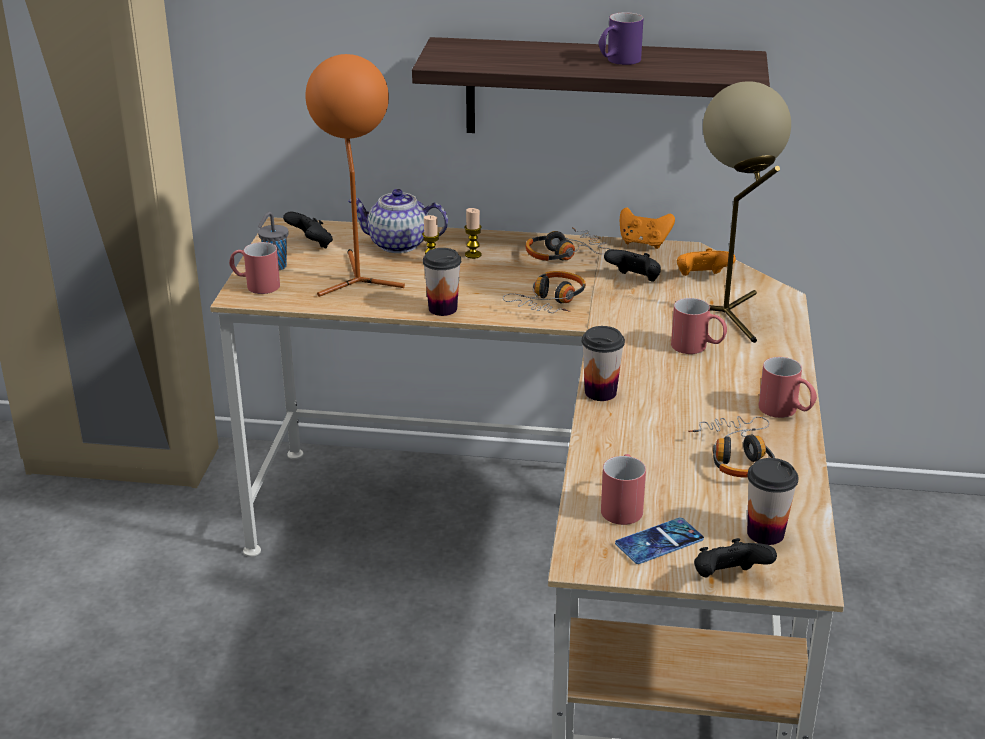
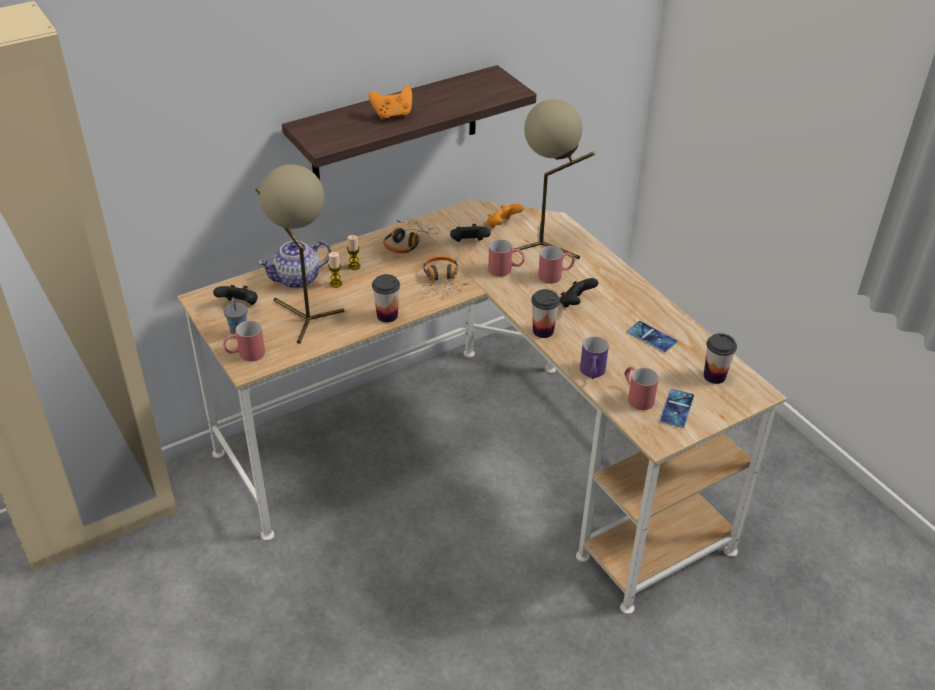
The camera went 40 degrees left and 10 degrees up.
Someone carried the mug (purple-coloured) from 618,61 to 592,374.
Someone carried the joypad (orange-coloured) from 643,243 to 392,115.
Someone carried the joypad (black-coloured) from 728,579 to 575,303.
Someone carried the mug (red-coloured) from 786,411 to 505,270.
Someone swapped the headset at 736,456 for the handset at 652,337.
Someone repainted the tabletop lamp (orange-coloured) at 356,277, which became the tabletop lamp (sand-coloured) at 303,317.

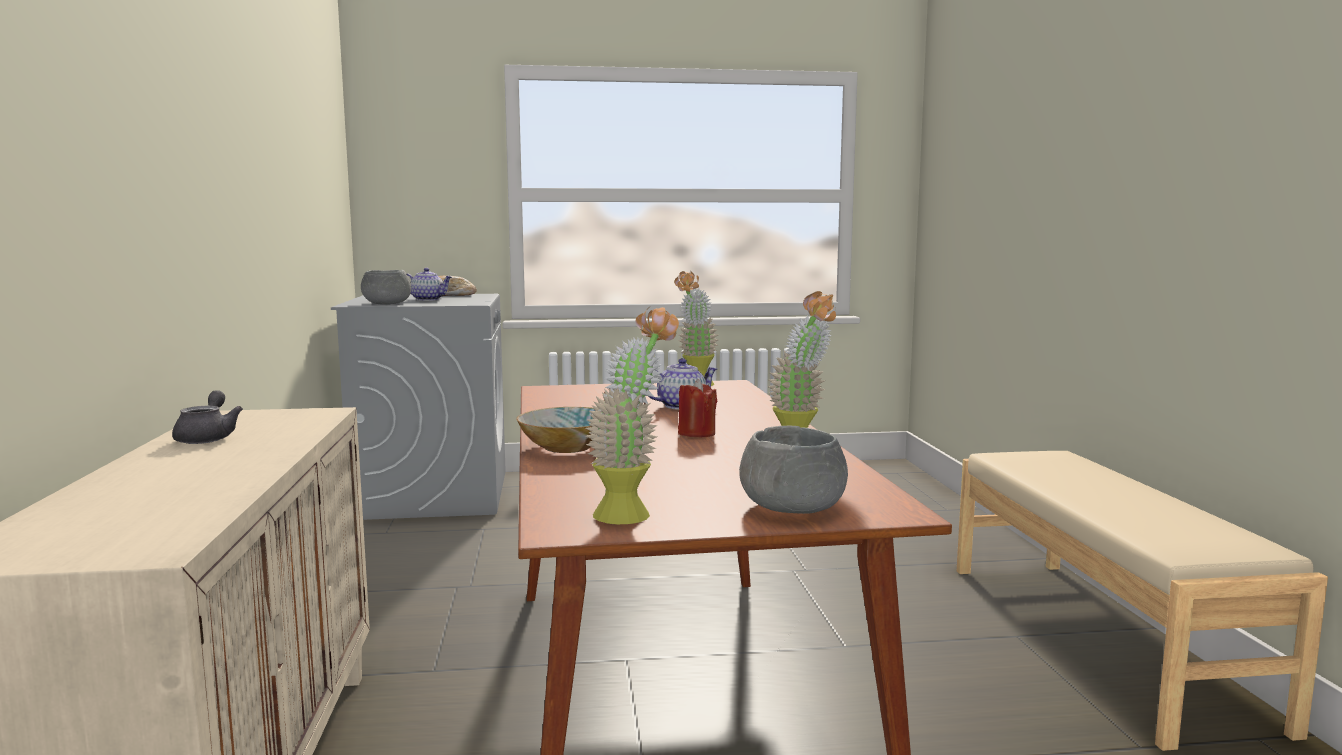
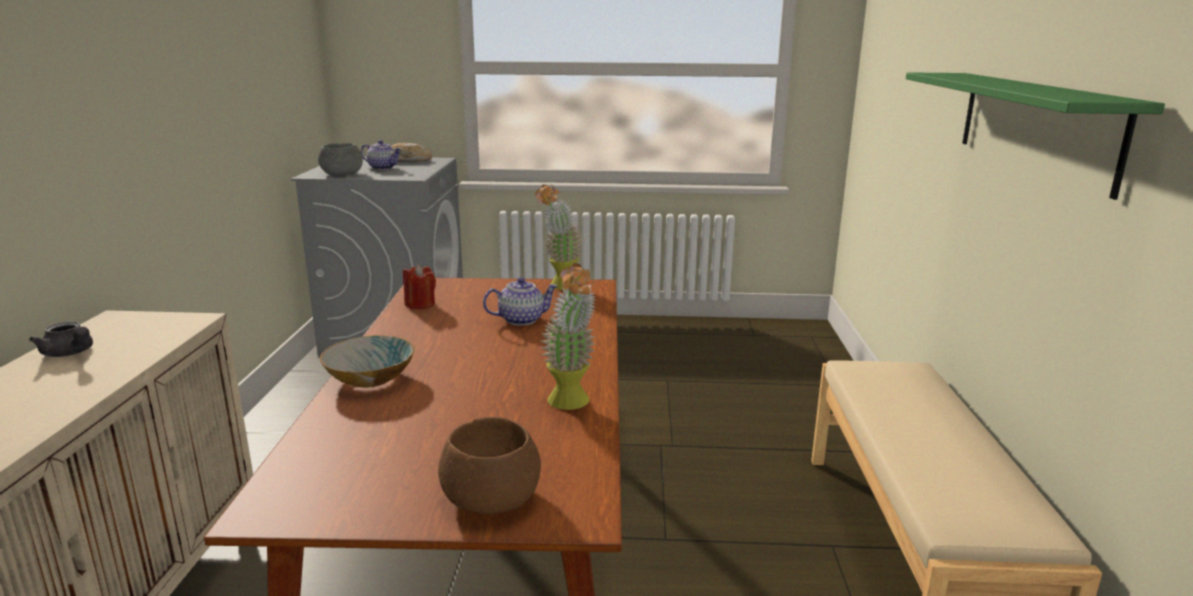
The camera went 10 degrees right and 10 degrees up.
Someone took away the houseplant at 633,512.
Someone put up the wall shelf (greenish) at 1034,126.
Someone carried the candle (red-coloured) from 696,433 to 420,304.
Someone repainted the serving bowl (greyish) at 792,507, which became the serving bowl (brownish) at 491,497.
Someone rotated the teapot (greyish) at 208,437 by 120 degrees clockwise.

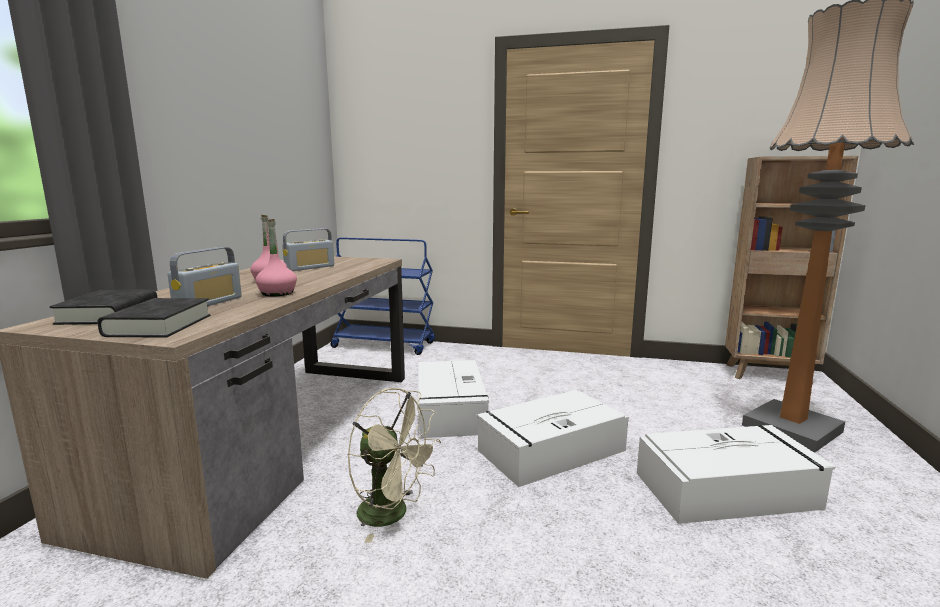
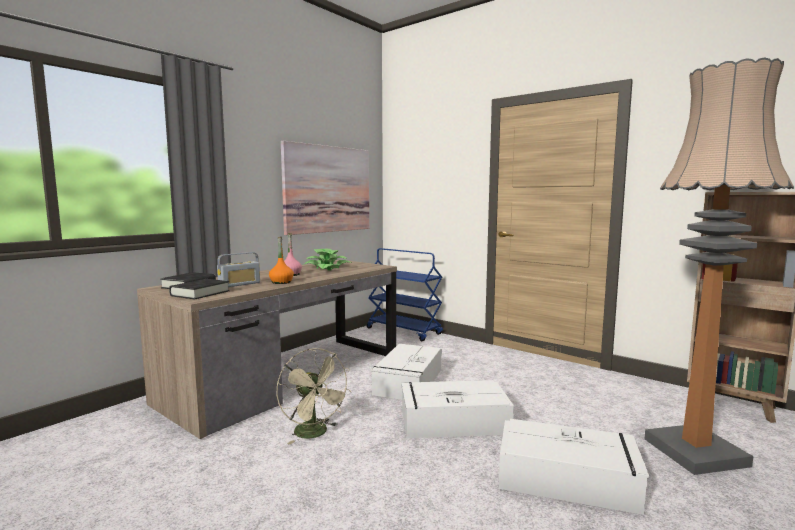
The camera went 25 degrees right and 5 degrees down.
Someone put up the wall art at 328,189.
Someone swapped the radio set at 310,268 for the houseplant at 328,268.
Someone repainted the drink bottle (pink-coloured) at 277,293, which became the drink bottle (orange-coloured) at 281,282.

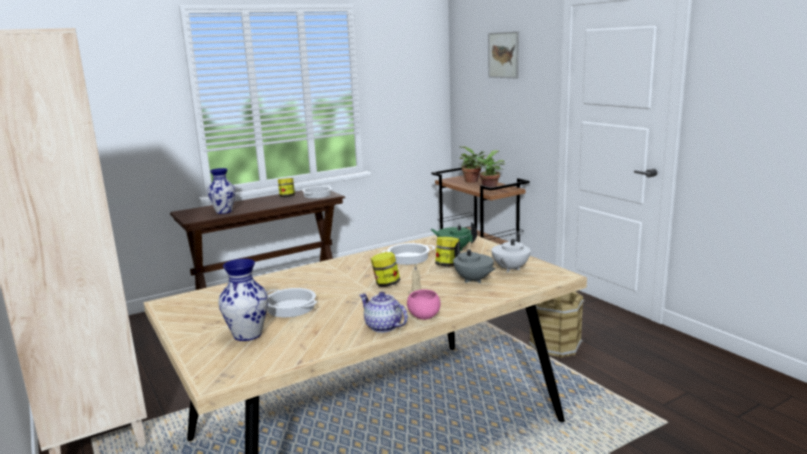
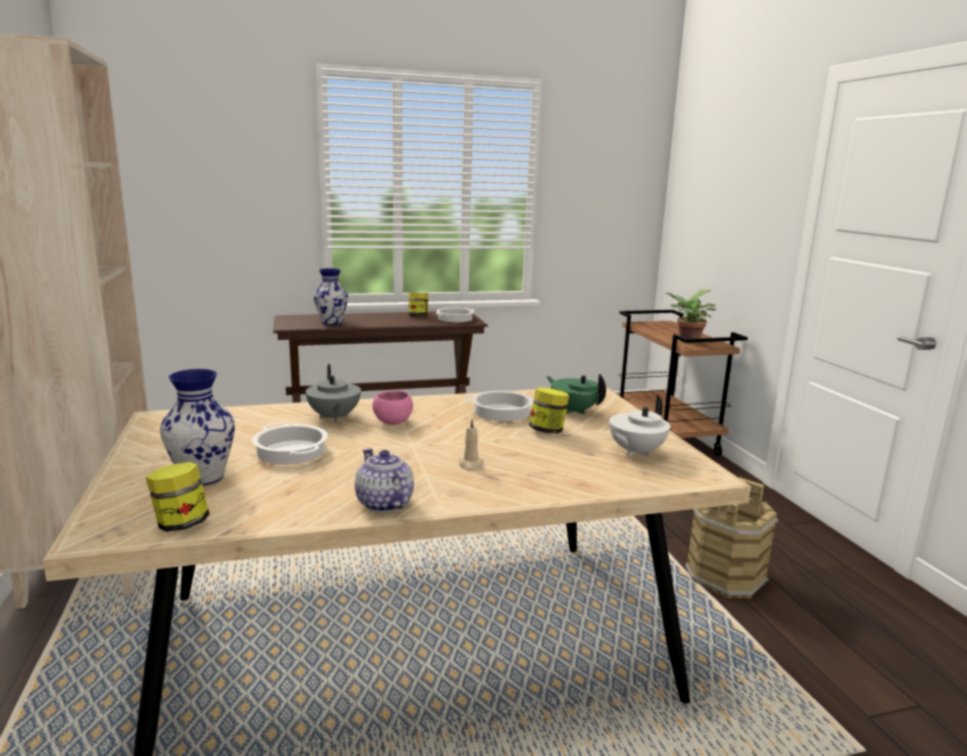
The camera went 15 degrees right and 0 degrees up.
Someone took away the houseplant at 473,181.
Someone took away the wall art at 503,55.
Someone carried the storage jar from 386,284 to 181,524.
Someone carried the serving bowl (pink-coloured) from 424,316 to 393,422.
Someone carried the teapot (greyish) from 473,280 to 333,417.

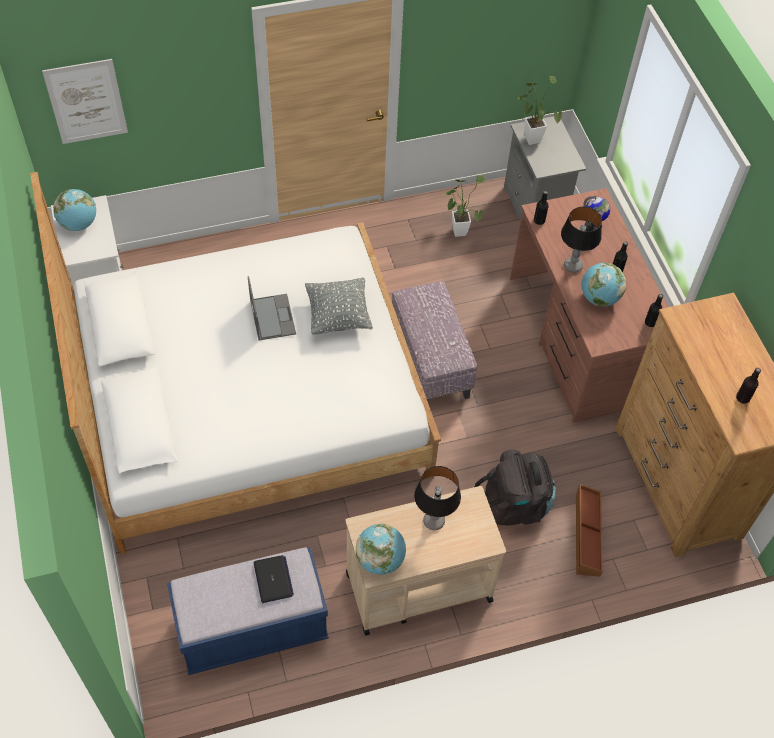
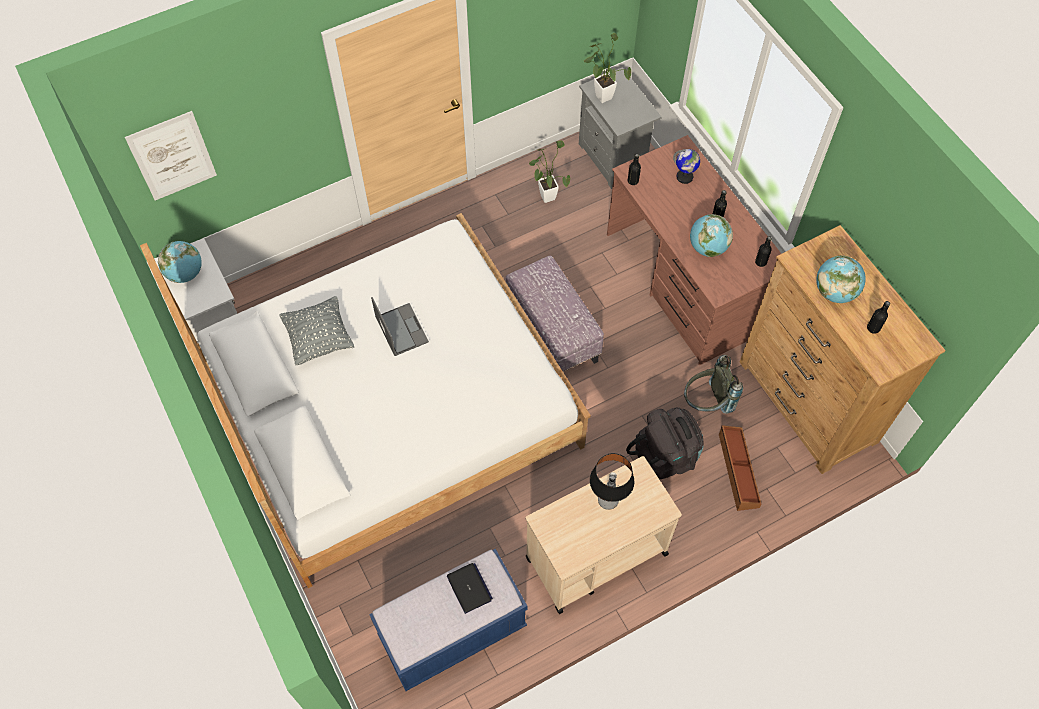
The camera went 10 degrees left and 5 degrees up.
Someone took away the tabletop lamp at 573,266.
Someone put down the knapsack (greyish) at 707,403.
Someone carried the throw pillow (greyish) from 338,316 to 319,339.
Someone carried the globe from 380,559 to 834,292.

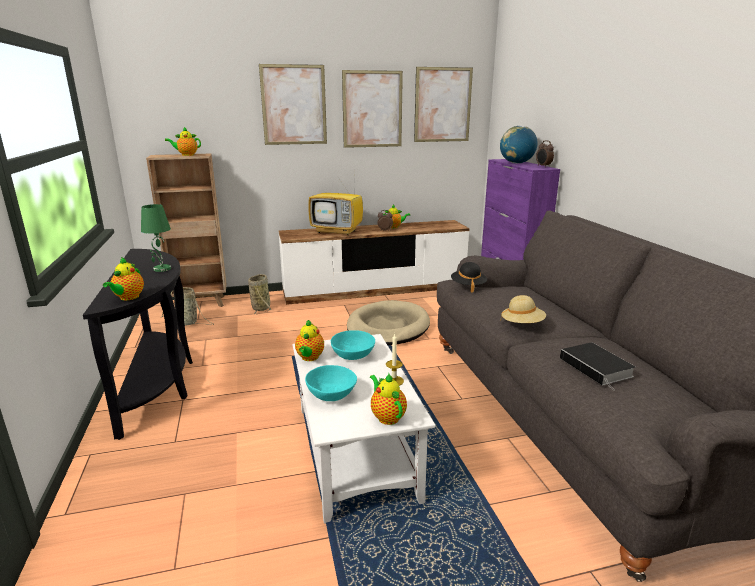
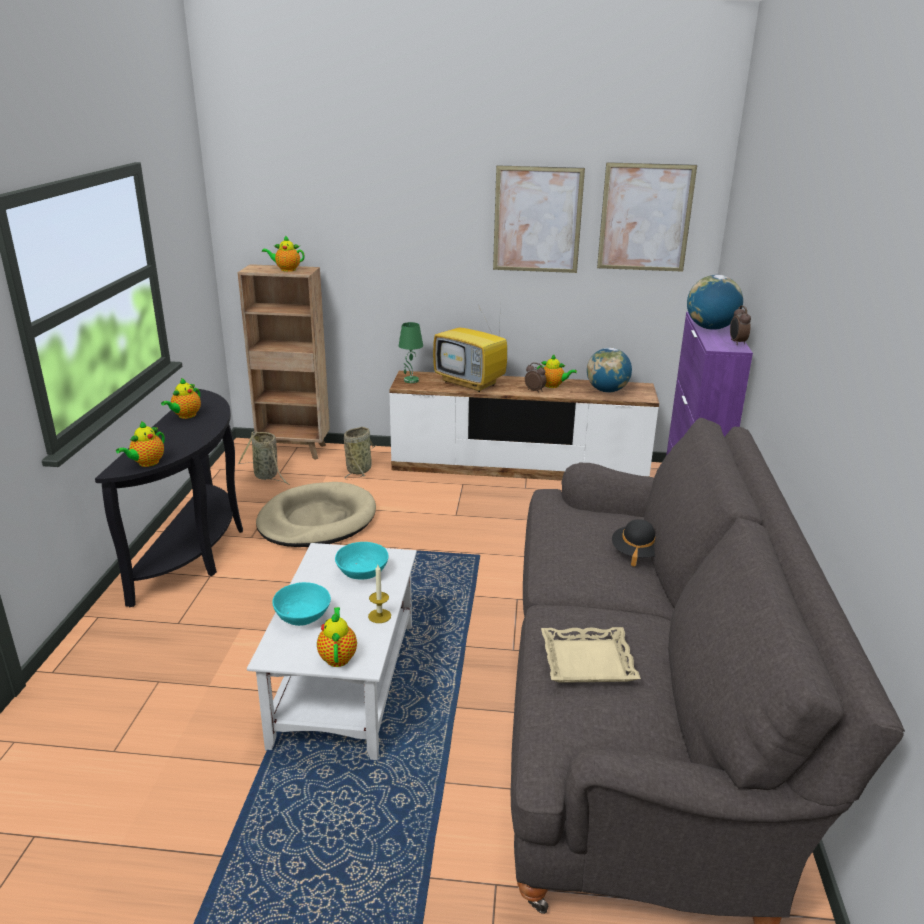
The camera went 20 degrees right and 5 degrees up.
Someone took away the wall art at 294,105.
Someone took away the clothing hat (sand-coloured) at 522,324.
Someone put down the globe at 607,391.
Someone carried the tabletop lamp (greenish) from 162,269 to 411,380.
Someone carried the teapot from 309,358 to 185,416.
Someone carried the pet bed (sand-coloured) from 388,327 to 317,520.
Someone carried the clothing hat (black-coloured) from 468,286 to 636,552.
Someone swapped the bound book at 597,368 for the tray (sand-coloured) at 588,661.

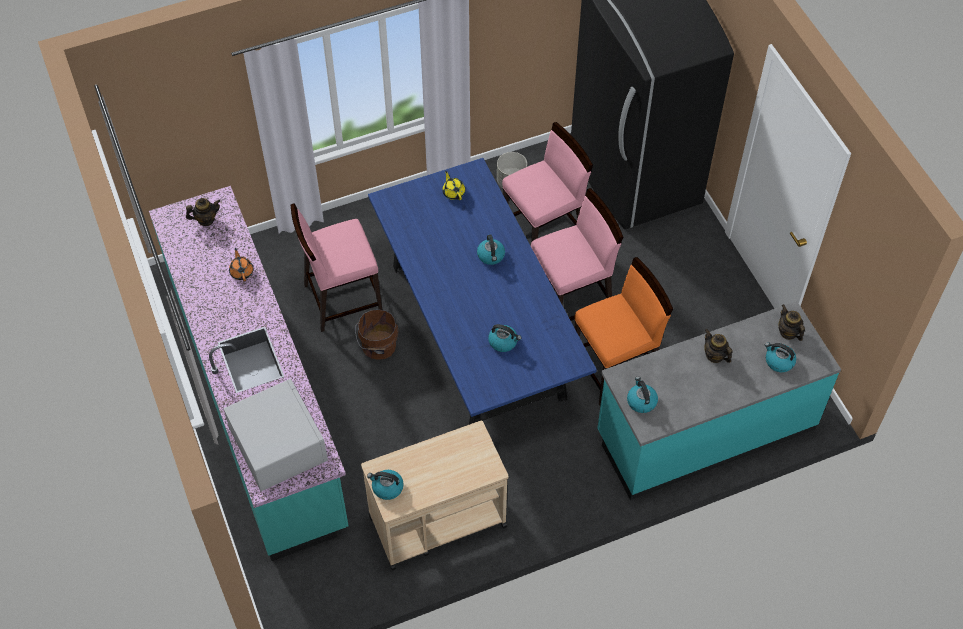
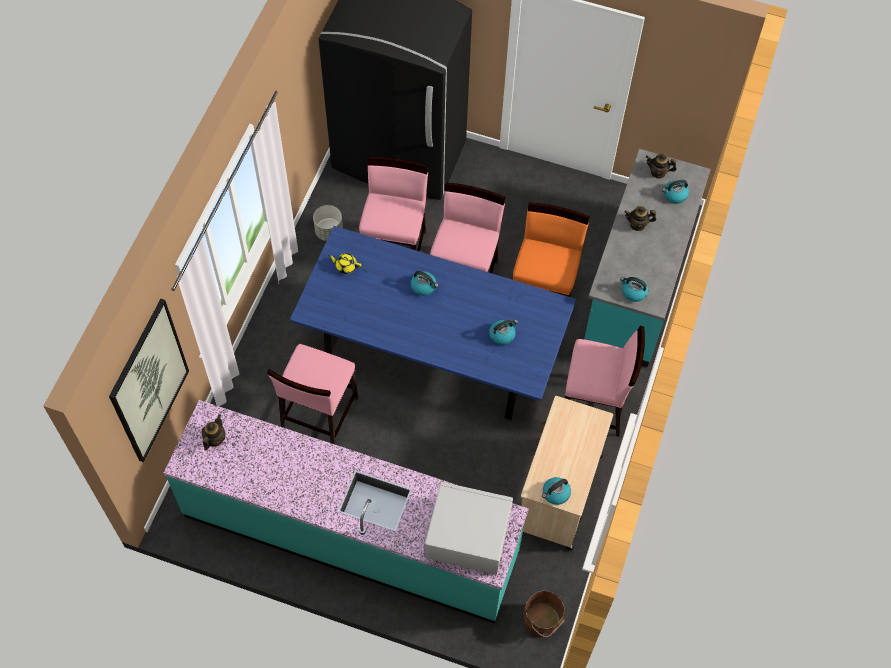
The camera went 50 degrees left and 5 degrees up.
Someone took away the teapot (orange-coloured) at 242,272.
Someone put up the wall art at 149,382.
Someone put down the upright chair (pink-coloured) at 594,406.
Someone carried the water bucket (brownish) from 378,346 to 543,621.

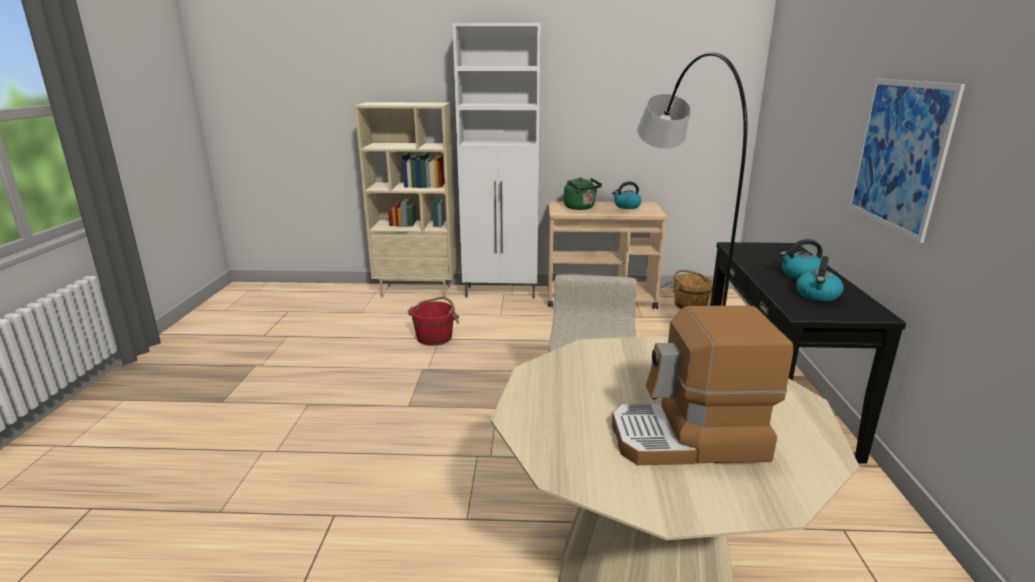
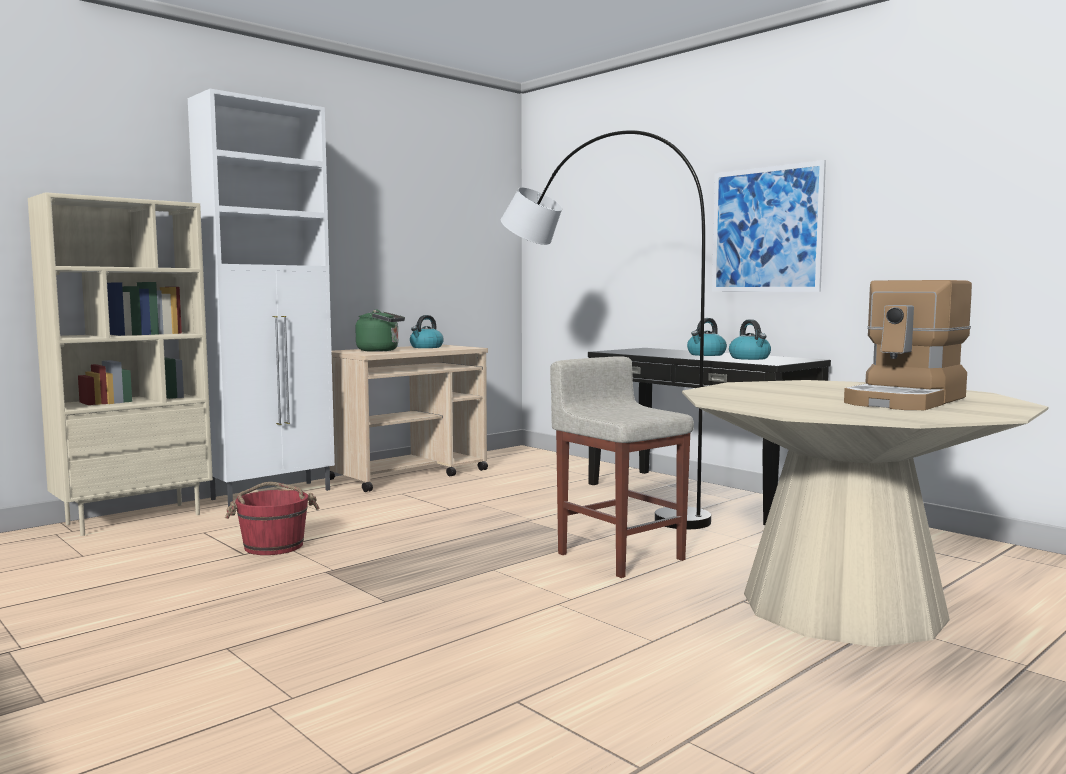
The camera went 45 degrees left and 15 degrees down.
Someone took away the water bucket (brownish) at 690,305.

